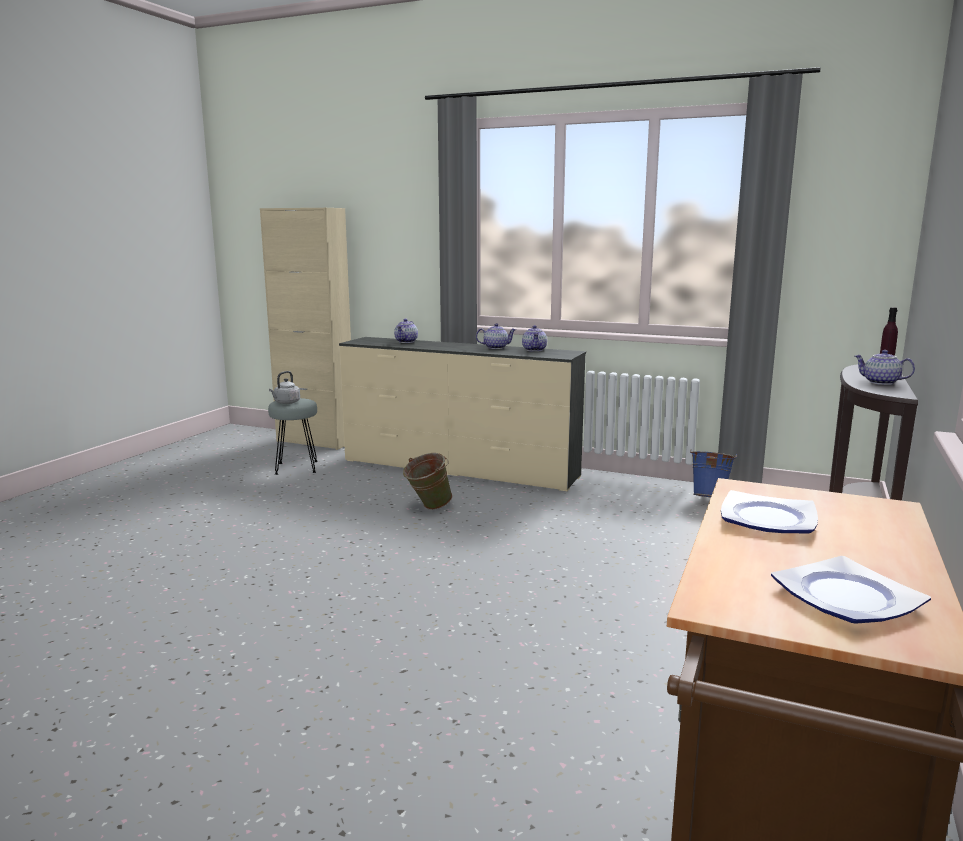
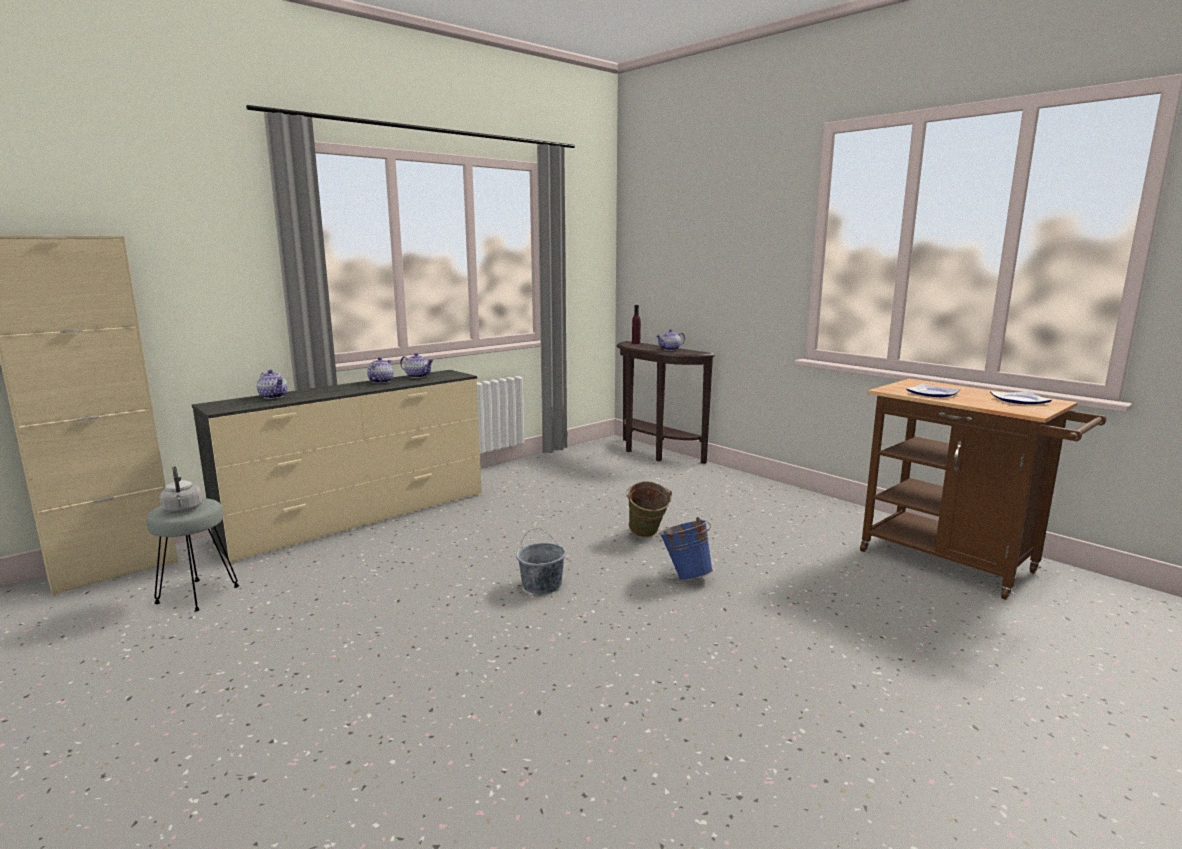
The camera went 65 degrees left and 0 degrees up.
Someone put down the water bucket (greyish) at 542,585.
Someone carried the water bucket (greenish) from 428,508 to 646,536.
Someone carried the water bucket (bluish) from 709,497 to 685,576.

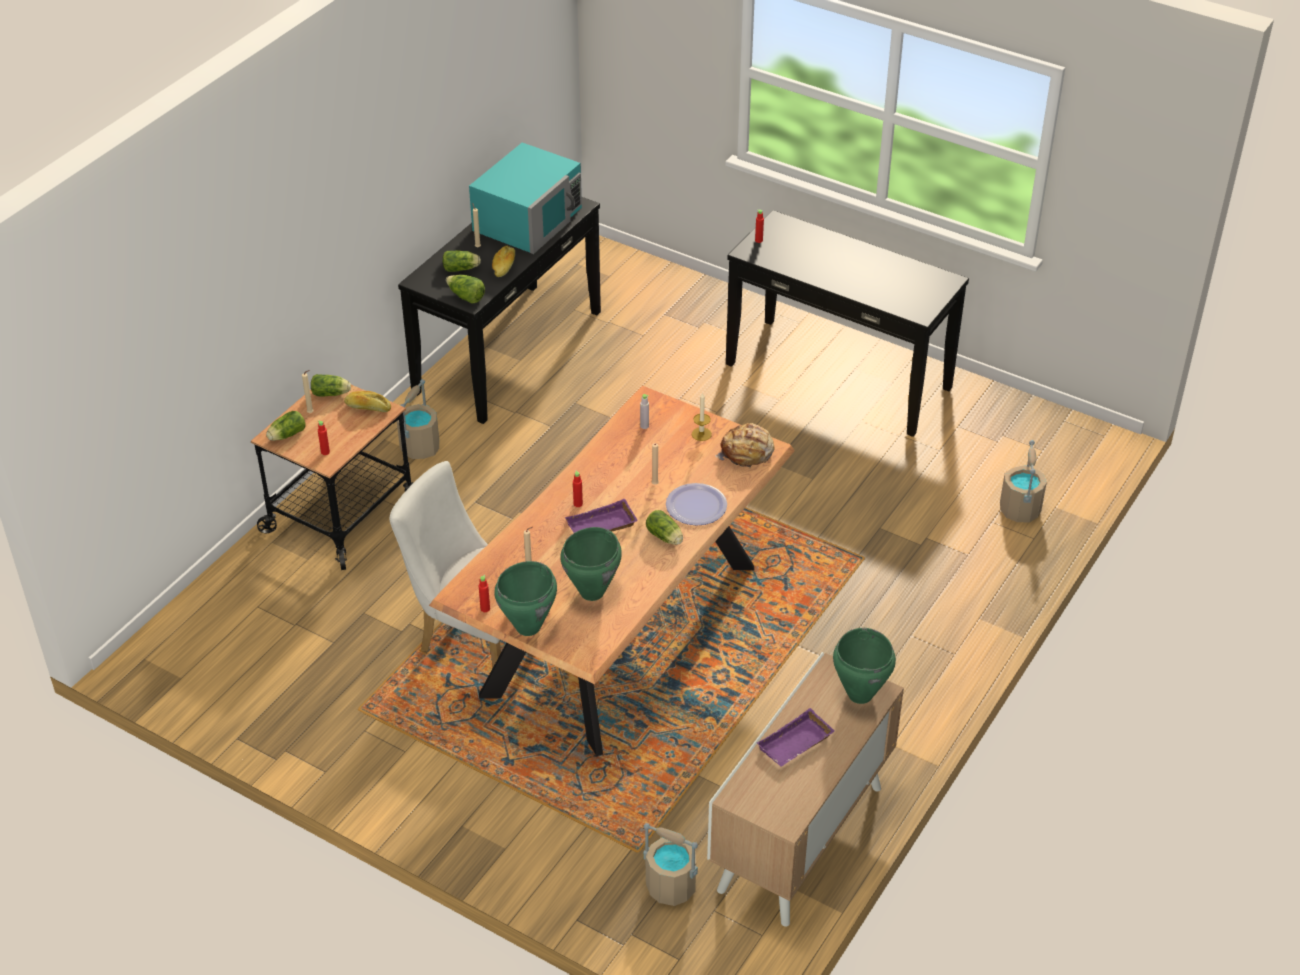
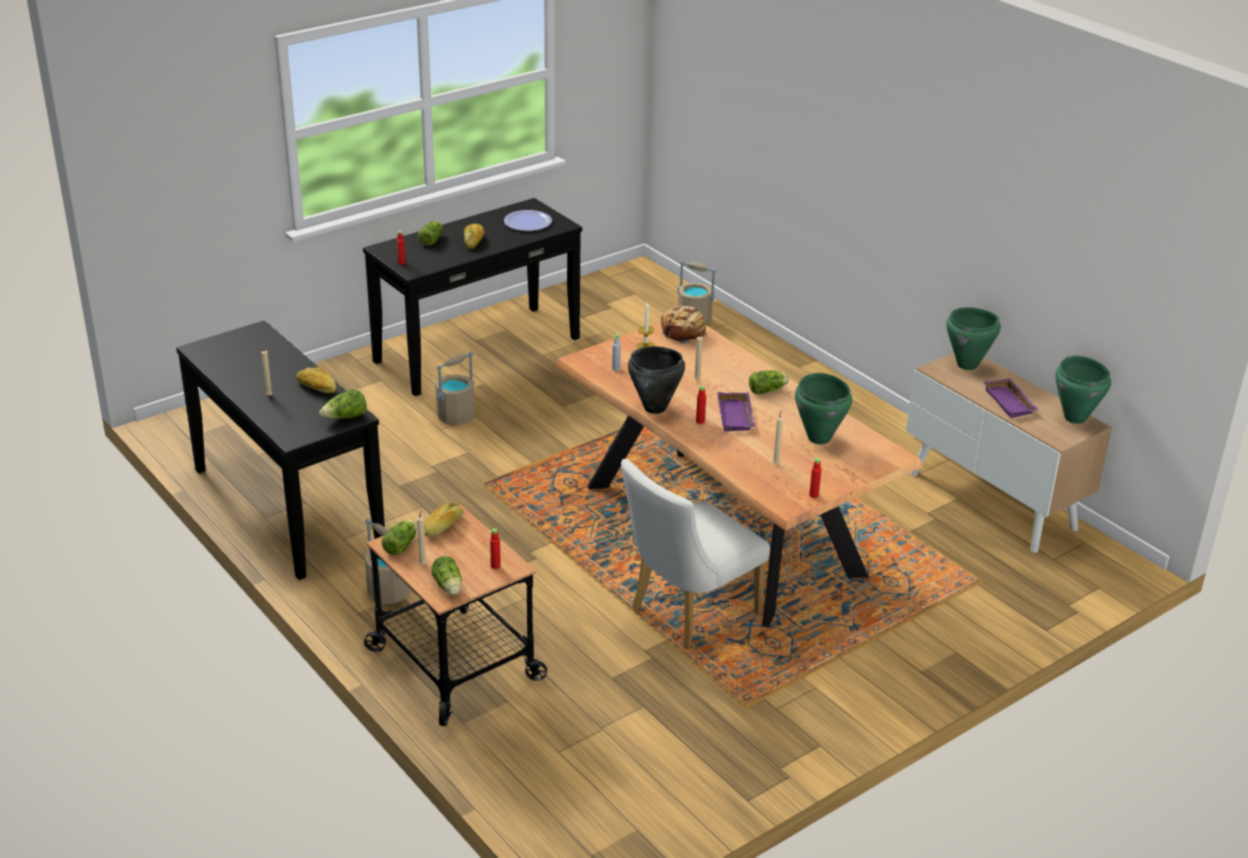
The camera went 70 degrees left and 10 degrees down.
Someone took away the microwave oven (turquoise-coloured) at 528,219.
Someone put down the bakery bread at 474,241.
Someone put down the saucepot (black-coloured) at 655,408.
Someone carried the head of lettuce from 462,269 to 432,240.
Someone carried the saucepot (greenish) from 528,627 to 1075,417.
Someone carried the water bucket (sand-coloured) from 670,886 to 455,416.
Someone carried the dinner plate from 696,506 to 527,222.

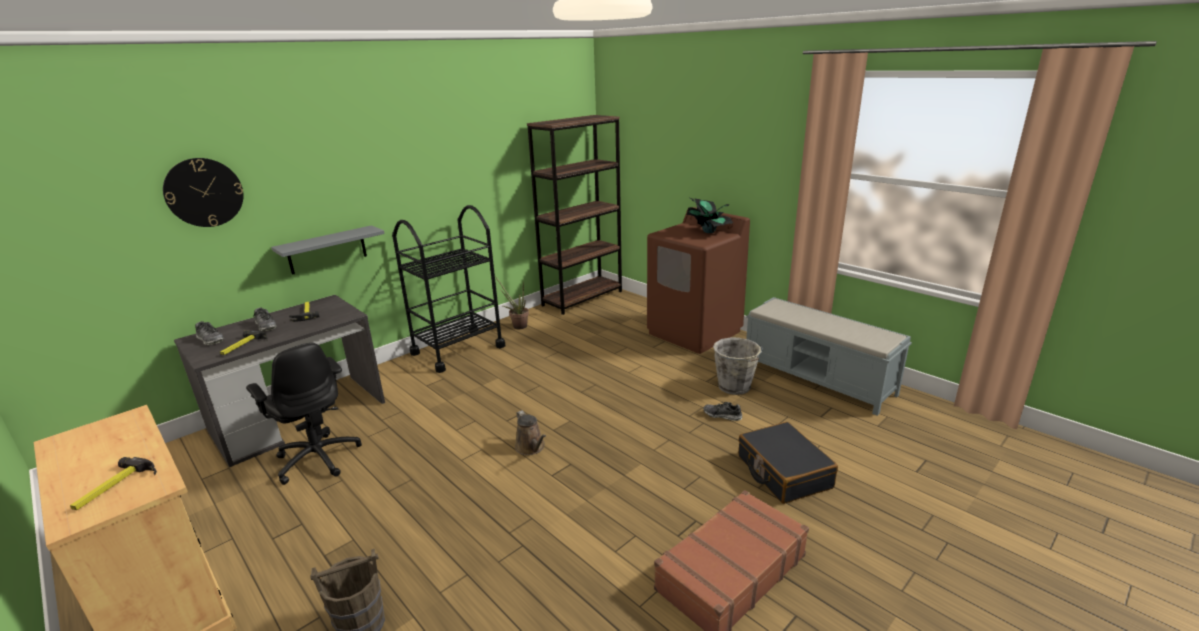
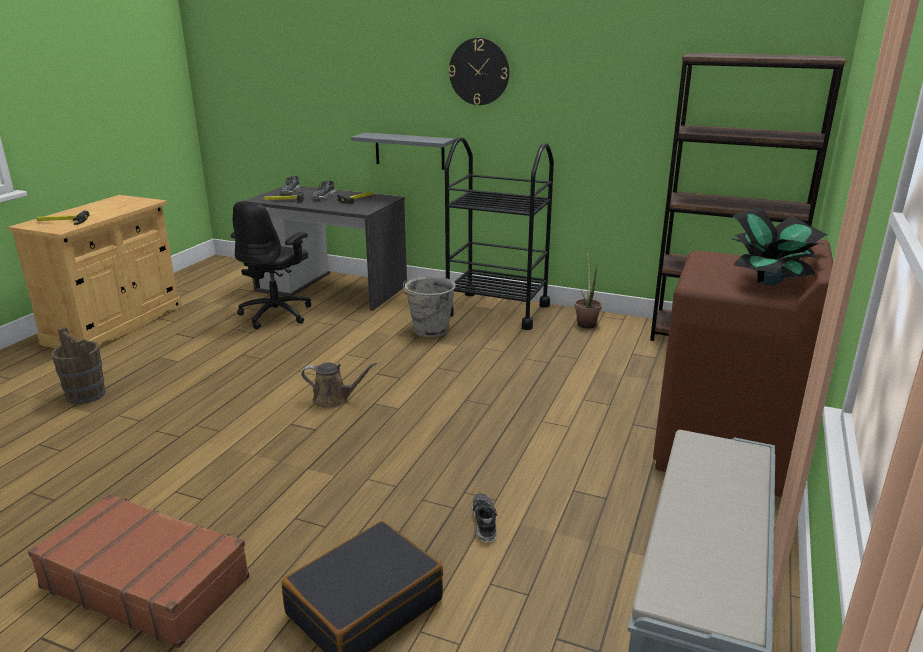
The camera went 65 degrees right and 0 degrees up.
Someone carried the hanging clock from 204,192 to 479,71.
Someone carried the water bucket (greyish) from 735,387 to 429,330.
Someone rotated the watering pot (brownish) at 531,447 by 120 degrees counterclockwise.

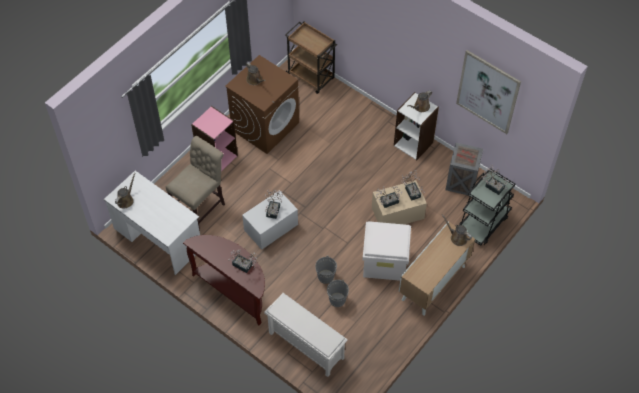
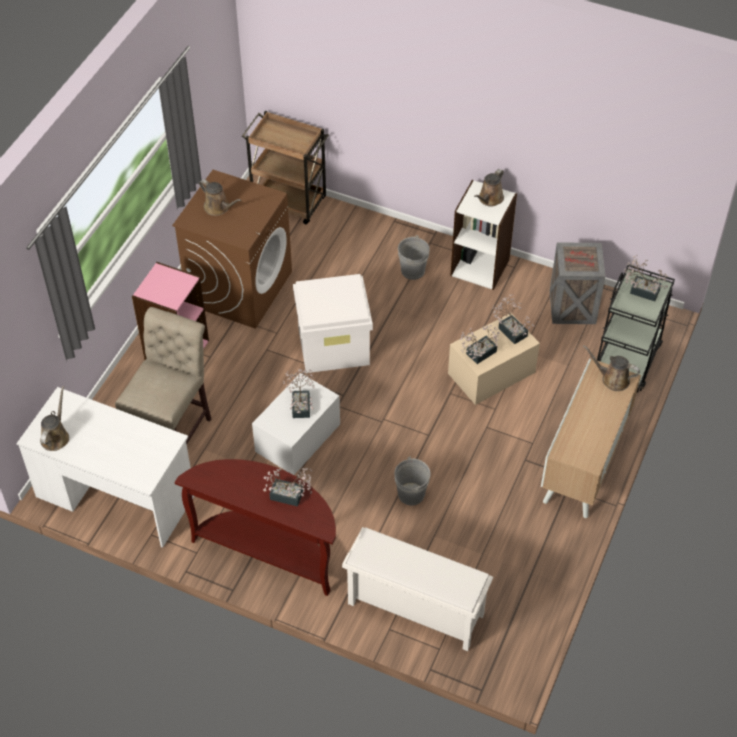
The camera went 15 degrees left and 5 degrees down.
Someone took away the wall art at 488,92.
Someone carried the water bucket (greyish) from 337,299 to 413,270.
Someone carried the storage box (whitish) from 385,262 to 334,346.

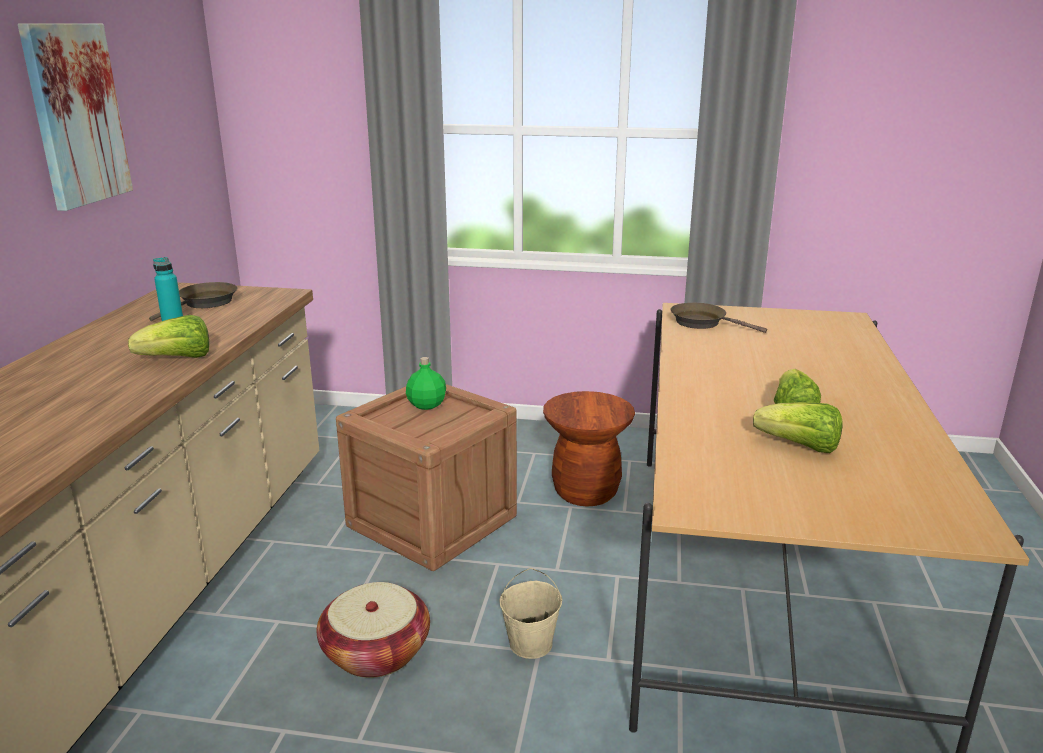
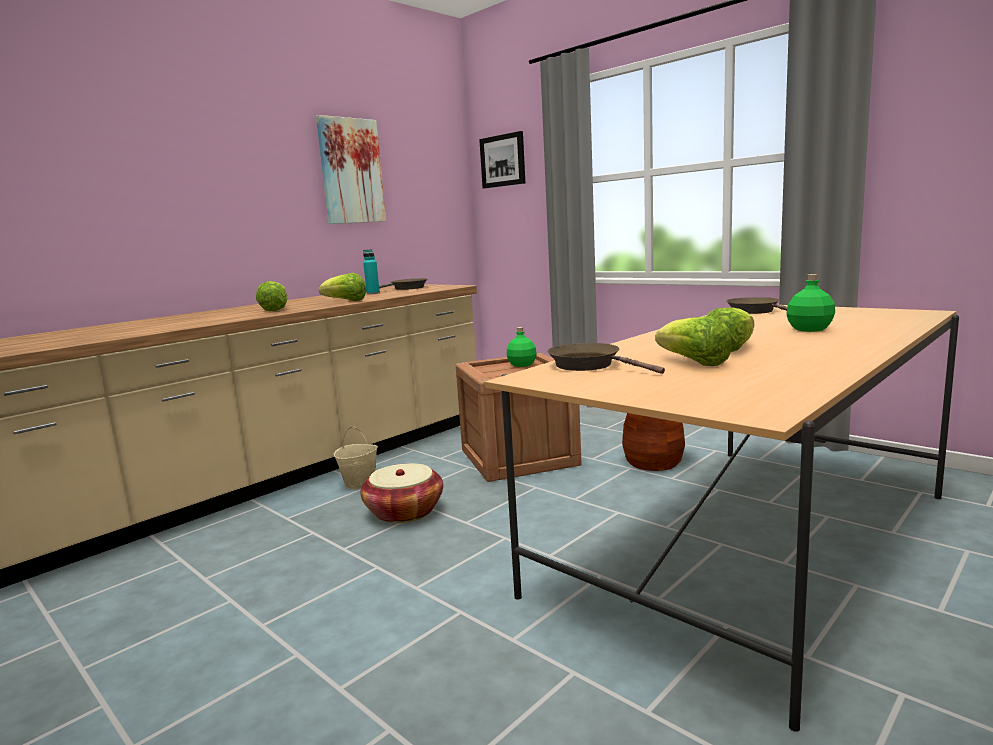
The camera went 35 degrees right and 10 degrees down.
Someone put down the head of lettuce at 275,310.
Someone put up the wall art at 503,160.
Someone put down the frying pan (brownish) at 589,365.
Someone put down the drink bottle (greenish) at 809,329.
Someone carried the water bucket (sand-coloured) from 530,643 to 360,483.

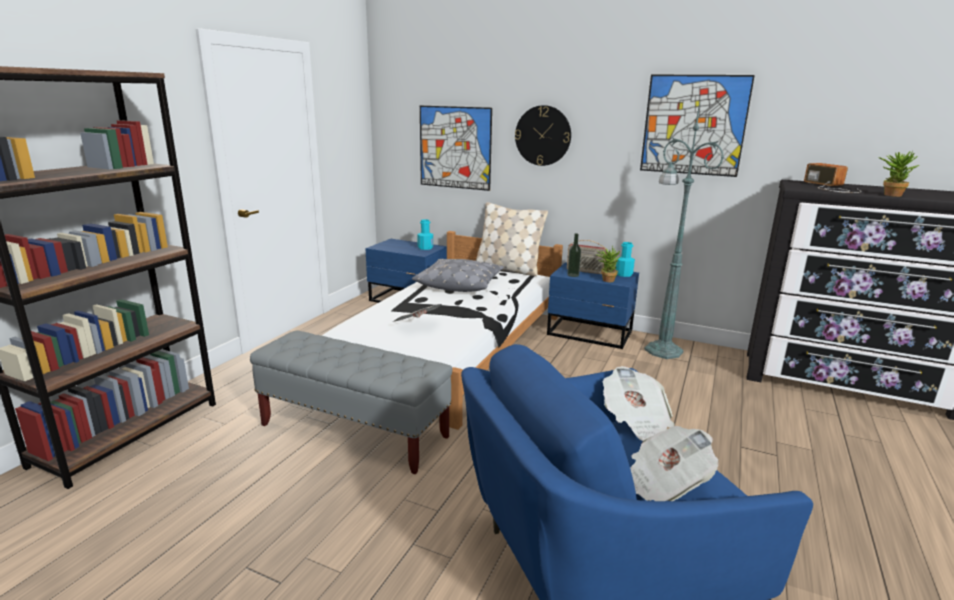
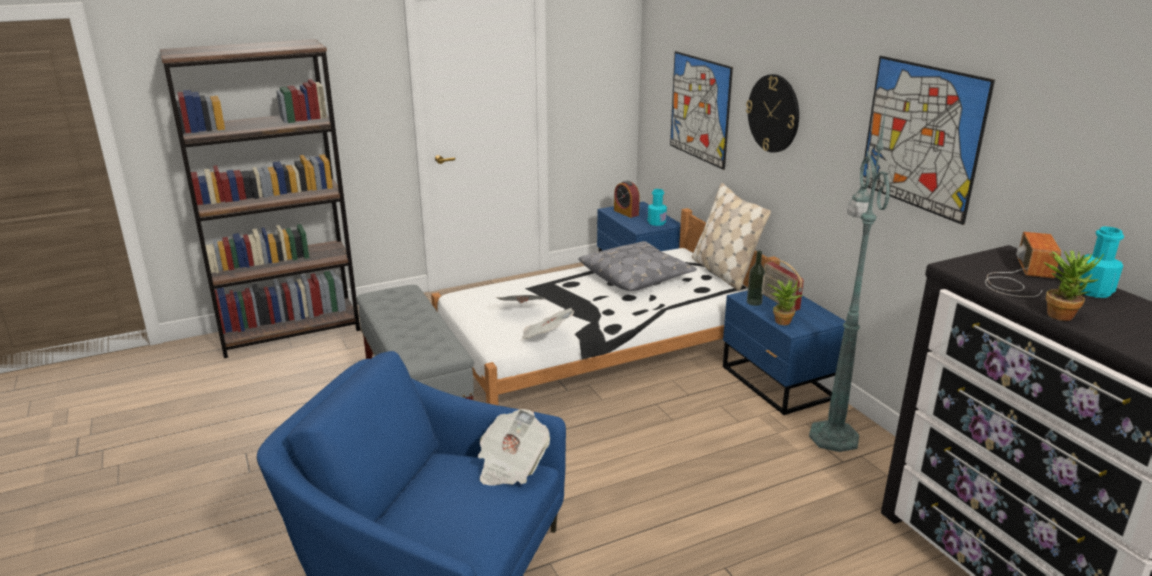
The camera went 40 degrees right and 5 degrees up.
Someone put down the table clock at 626,212.
Someone carried the drink bottle (turquoise-coloured) from 624,274 to 1093,291.
Someone carried the daily paper from 663,483 to 546,337.

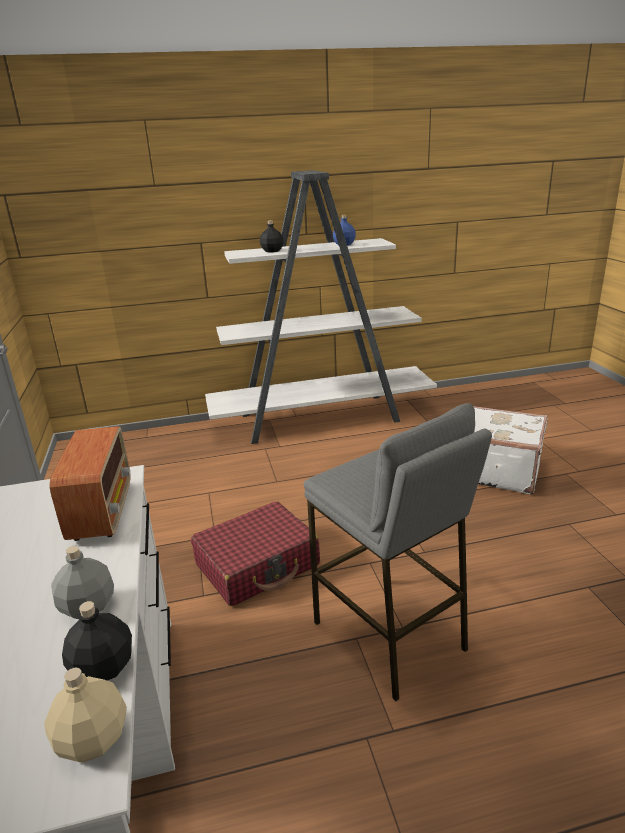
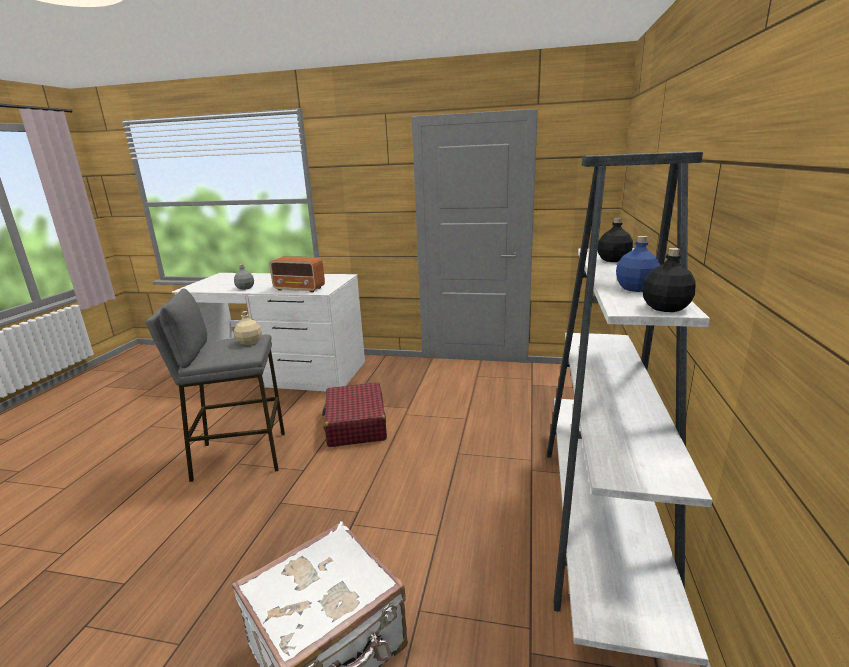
The camera went 115 degrees right and 5 degrees down.
Someone carried the drink bottle (sand-coloured) from 92,738 to 250,342.
Someone carried the drink bottle (black-coloured) from 103,668 to 665,308.

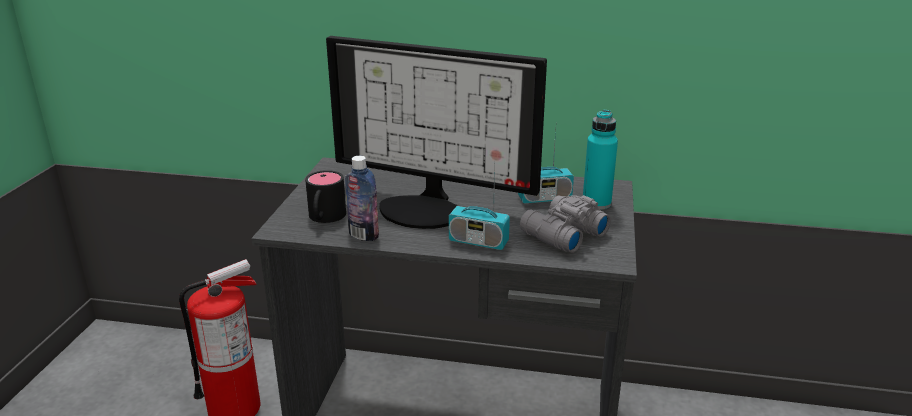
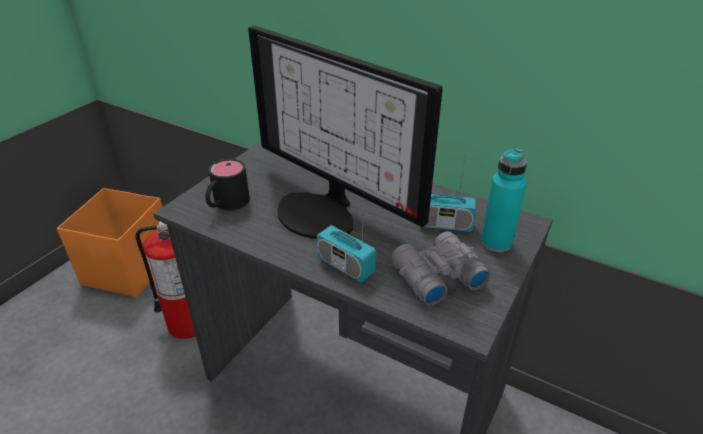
The camera went 20 degrees right and 10 degrees up.
Someone took away the drink bottle at 363,235.
Someone put down the storage box (orange-coloured) at 130,268.

